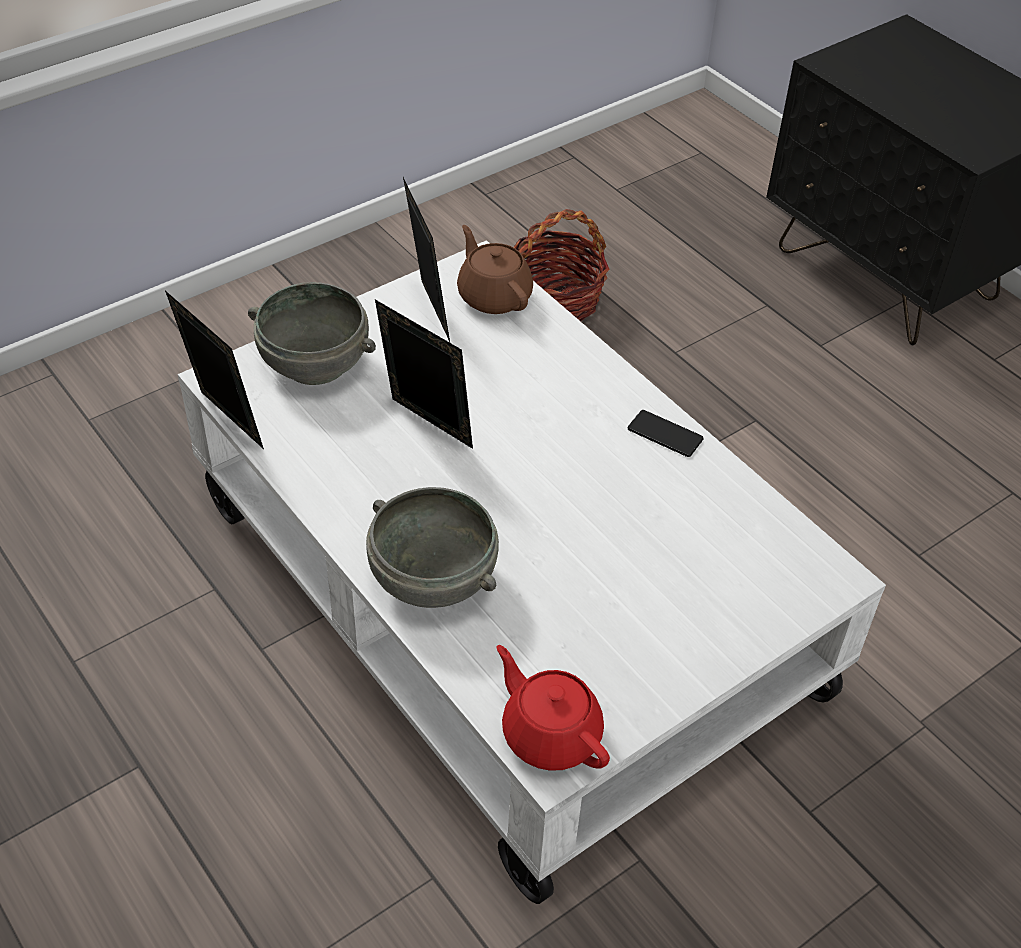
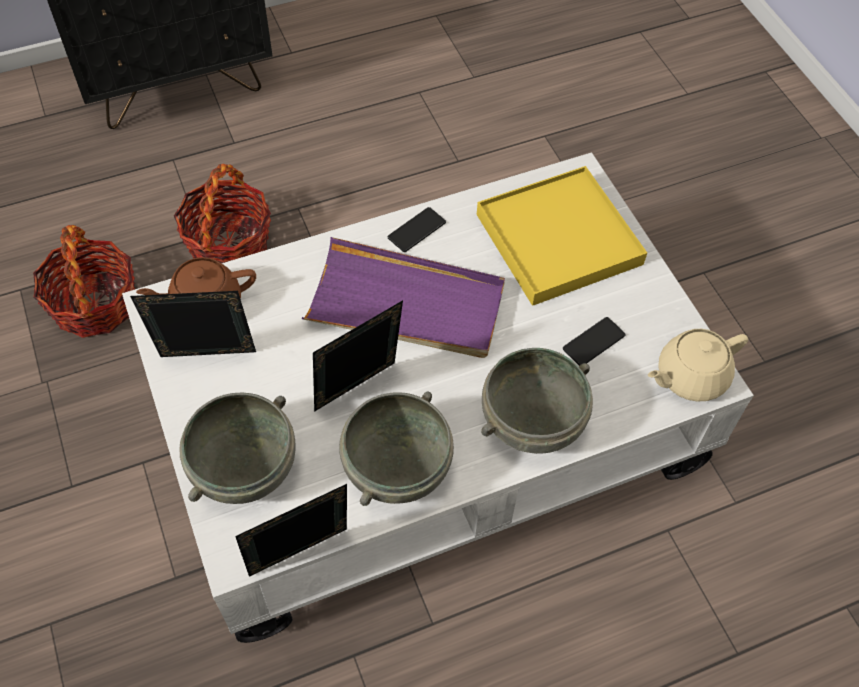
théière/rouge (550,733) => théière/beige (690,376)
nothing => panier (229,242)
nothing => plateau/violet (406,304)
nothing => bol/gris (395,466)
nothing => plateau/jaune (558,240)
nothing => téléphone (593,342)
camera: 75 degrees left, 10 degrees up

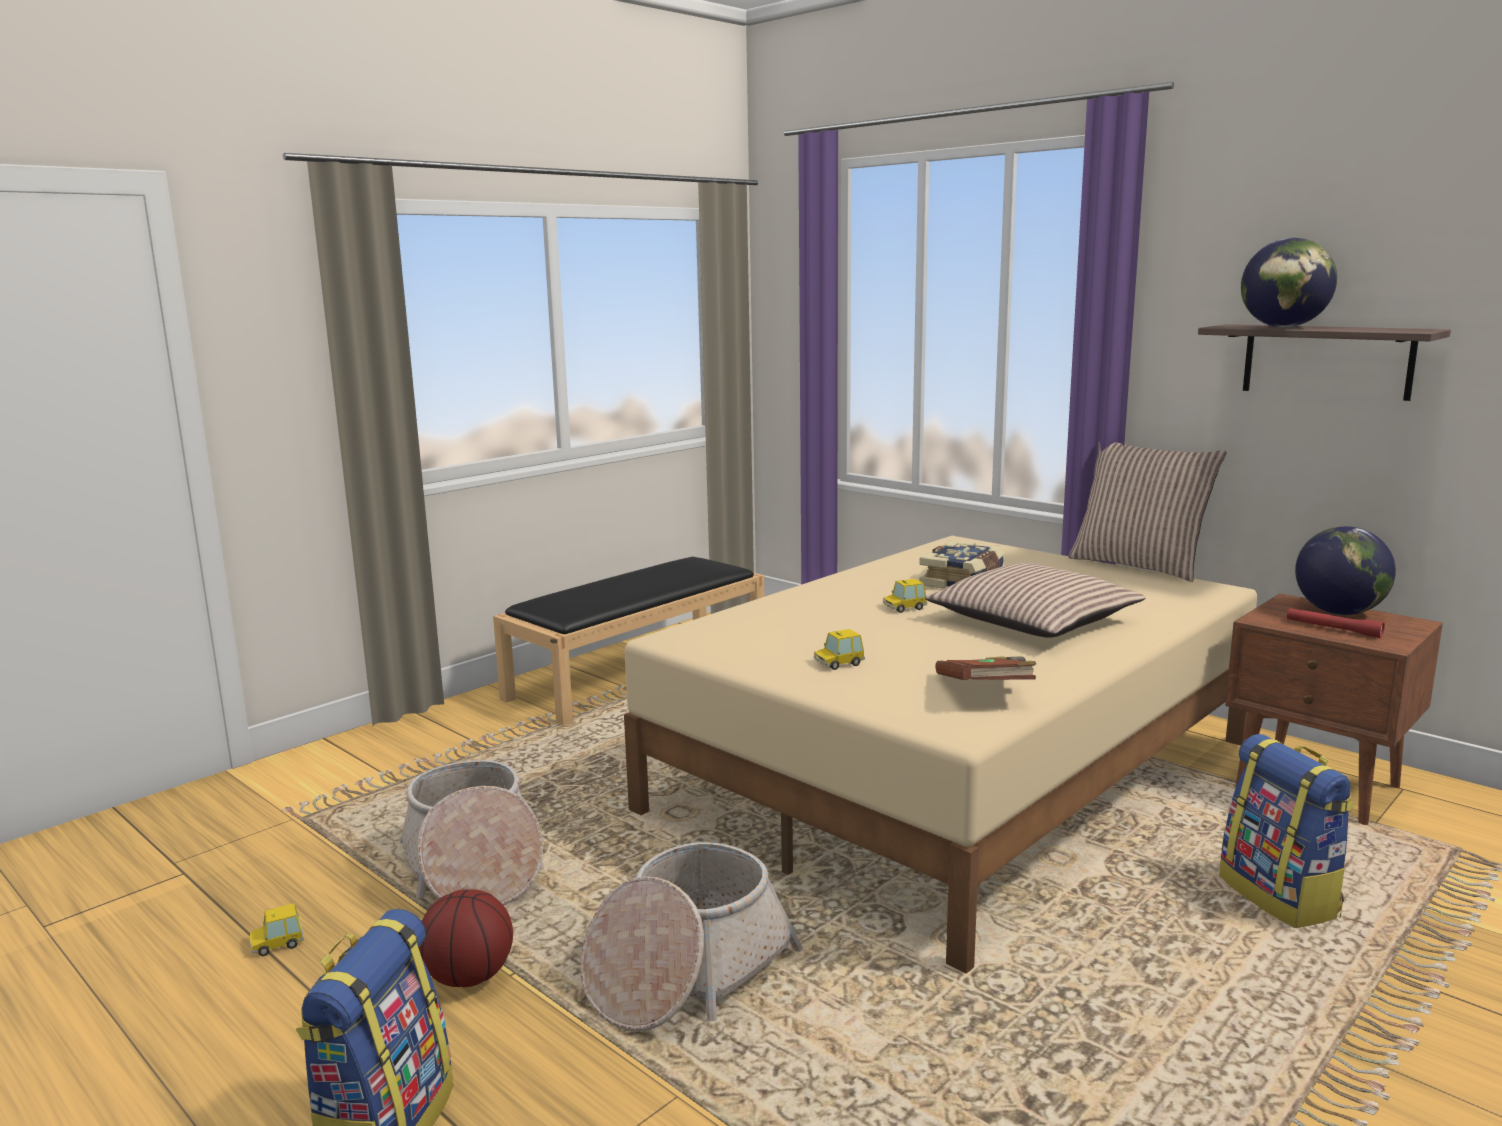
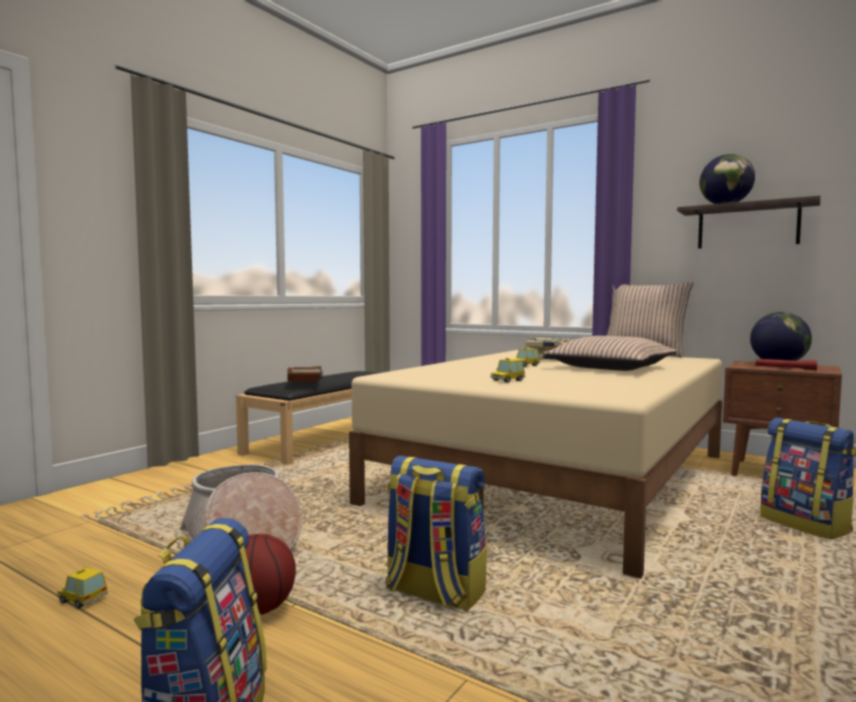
petite voiture (277,944) => petite voiture (82,599), 60 degrees clockwise
panier (686,971) => sac à dos (433,593)
livre/marron (985,691) => livre/marron (305,385), moved
camera: 10 degrees left, 10 degrees down

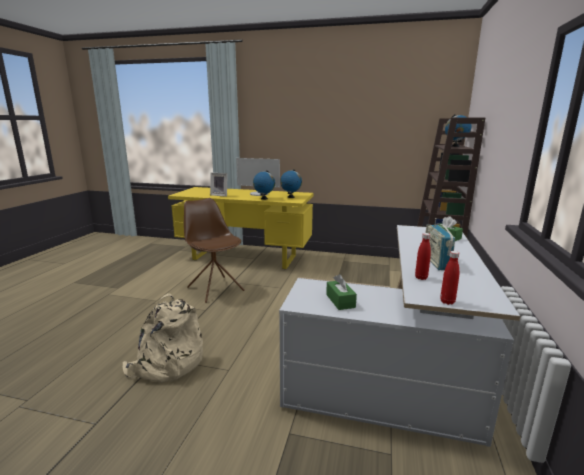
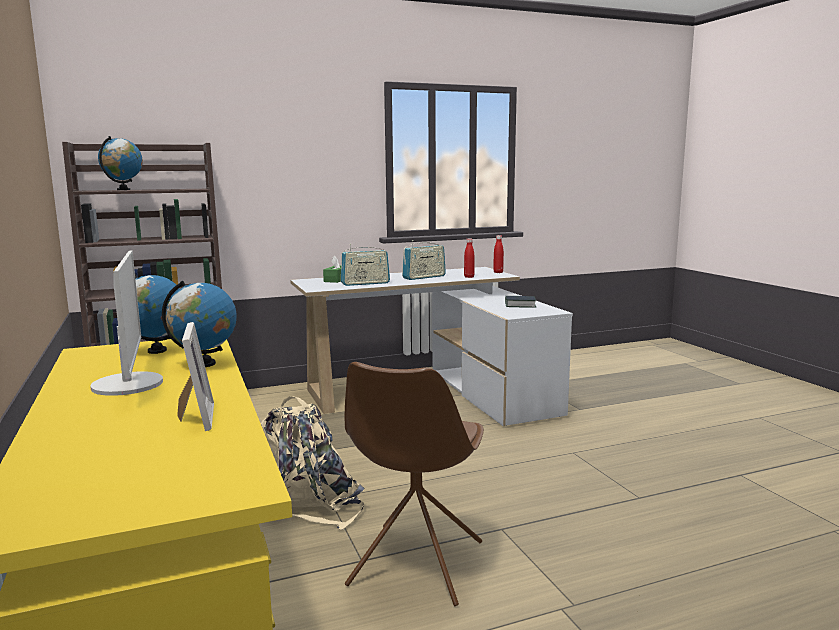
sac à dos/beige (167,364) => sac à dos/beige (310,502), moved
boîte à mouchoirs/vert (340,301) => livre (520,305)
nothing => radio (365,283)
camera: 125 degrees left, 5 degrees down

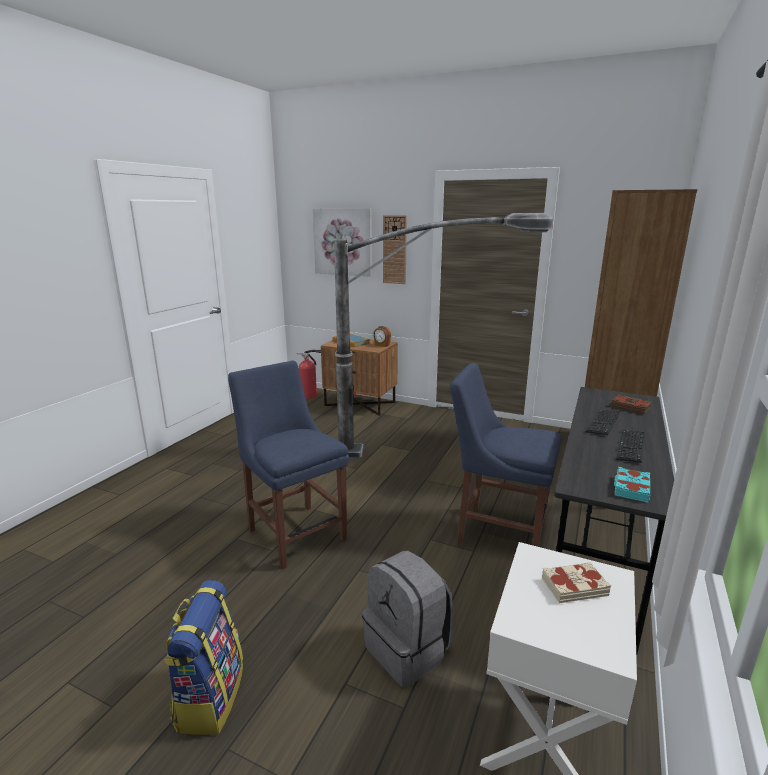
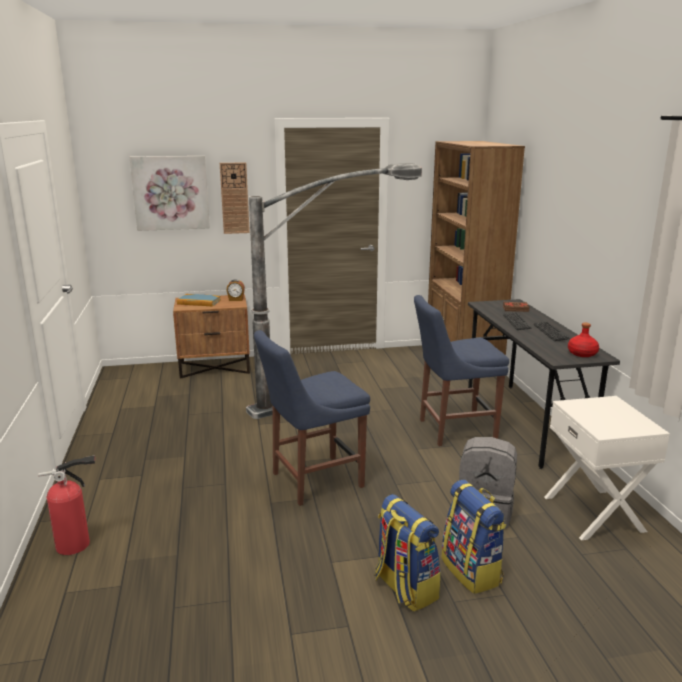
chaise/bleu (295,532) => chaise/bleu (312,480), 45 degrees counterclockwise
extincteur (310,396) => extincteur (77,544), moved
livre/beige (573,586) => nothing
livre/turquoise (631,488) => bouteille/rouge (582,353)
nothing => sac à dos (472,571)
camera: 35 degrees left, 0 degrees up

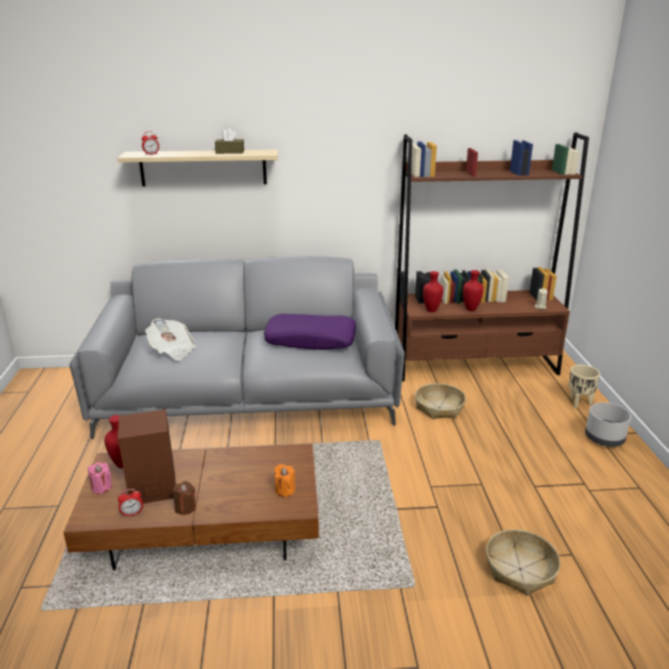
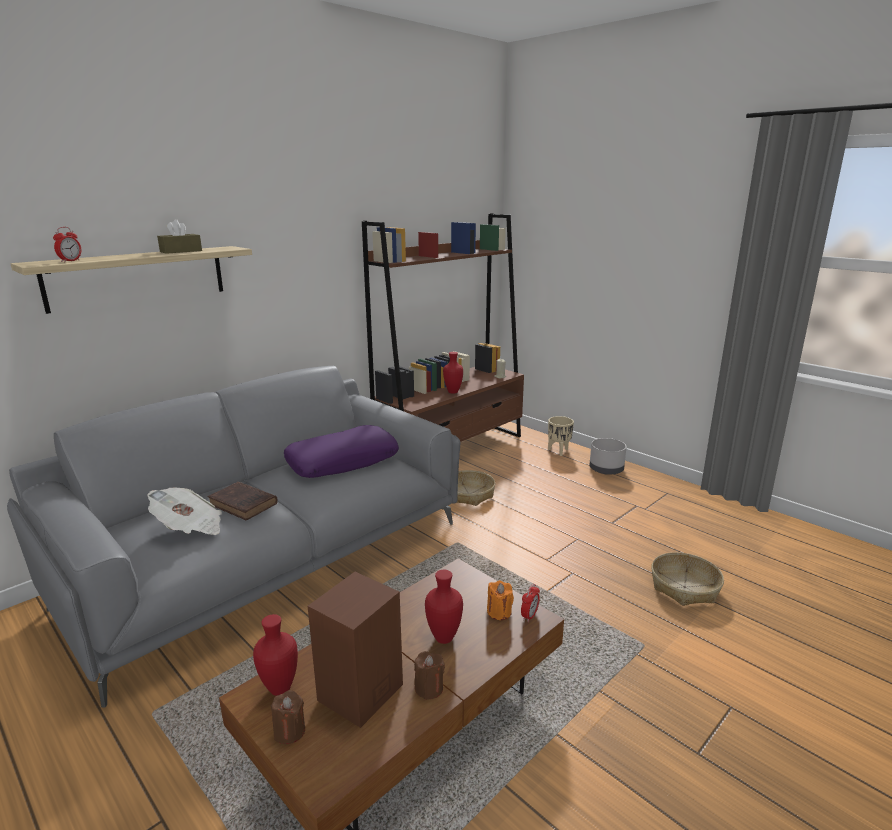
bougie/rose (101,487) => bougie/marron (289,731)
réveil (132,514) => réveil (529,616), moved
vase/rouge (431,310) => vase/rouge (443,637), moved
nothing => livre/marron (244,504)
camera: 40 degrees left, 5 degrees down

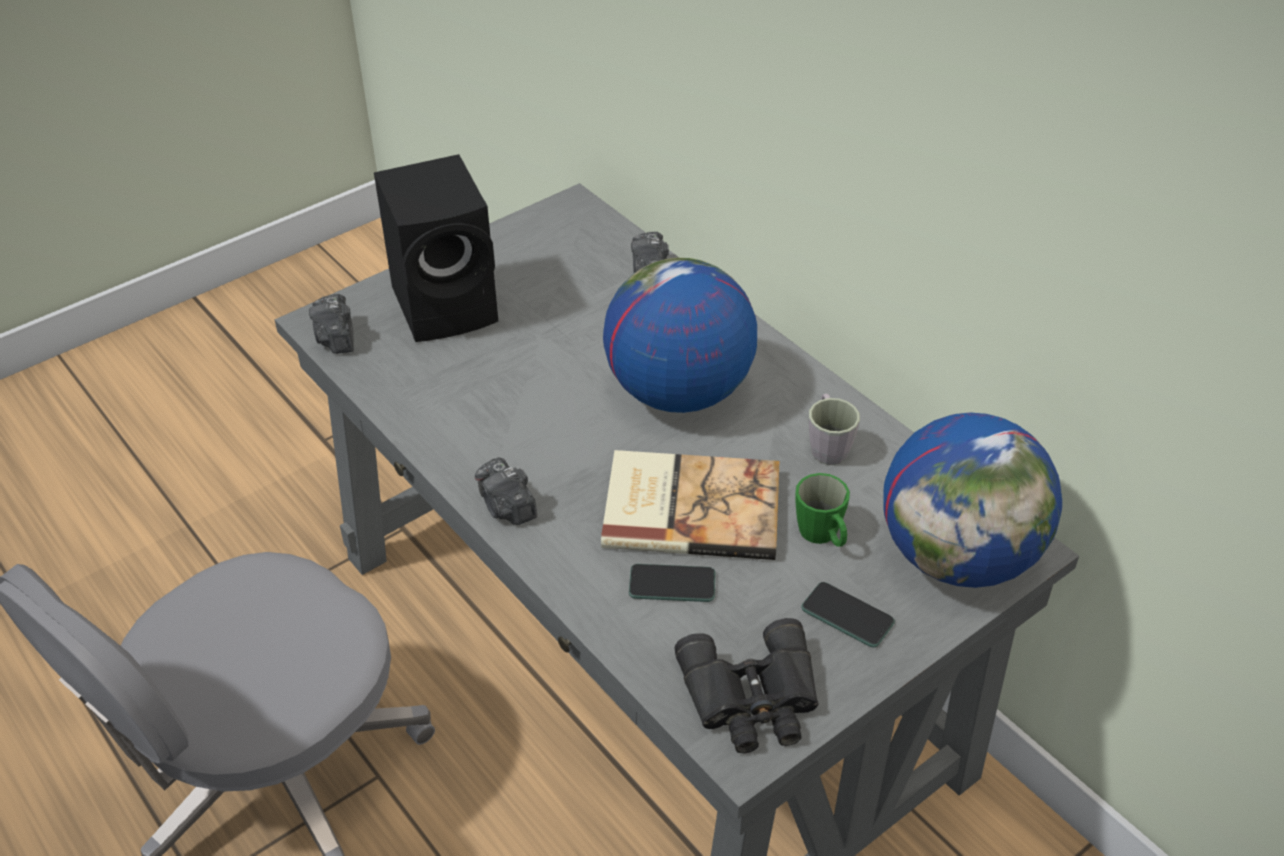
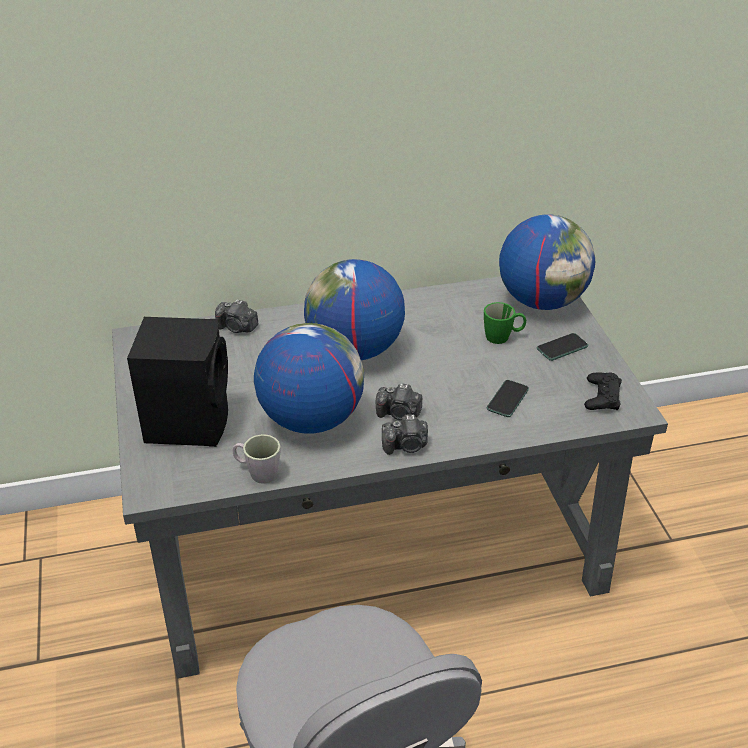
appareil photo (336,338) => appareil photo (399,414), moved
livre (690,507) => nothing
jumelles/noir (752,699) => manette/noir (602,396)
mug/gris (827,445) => mug/gris (257,472), moved
nothing => globe (310,419)
camera: 65 degrees left, 5 degrees down

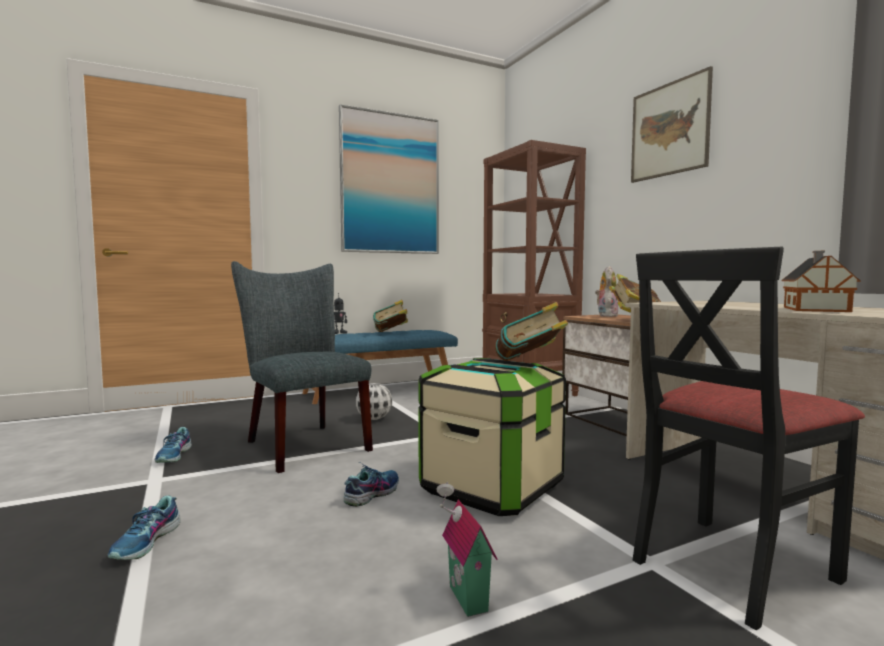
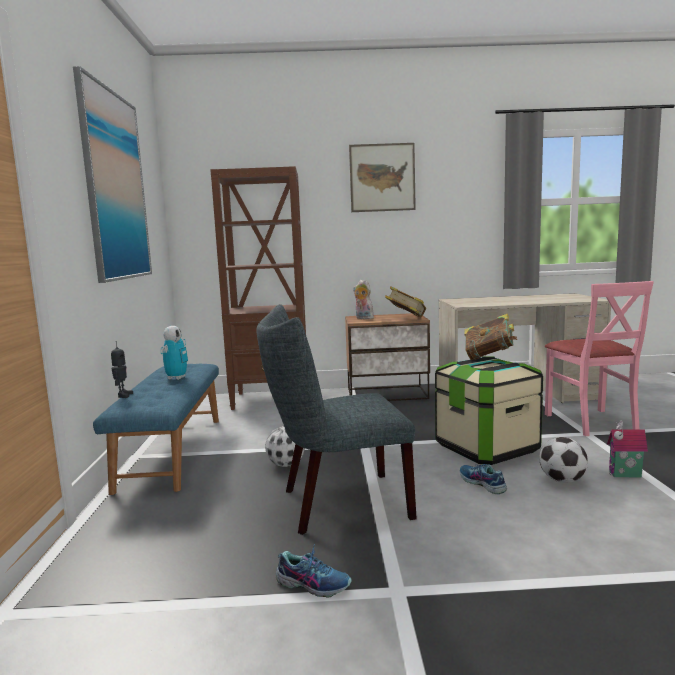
chaussure (147,542) => nothing
livre (391,333) => robot jouet (176,378)
chaise/noir (730,567) => chaise/rose (591,422)
maison miniature (815,309) => nothing
nothing => ballon de foot (562,480)
camera: 65 degrees left, 5 degrees up

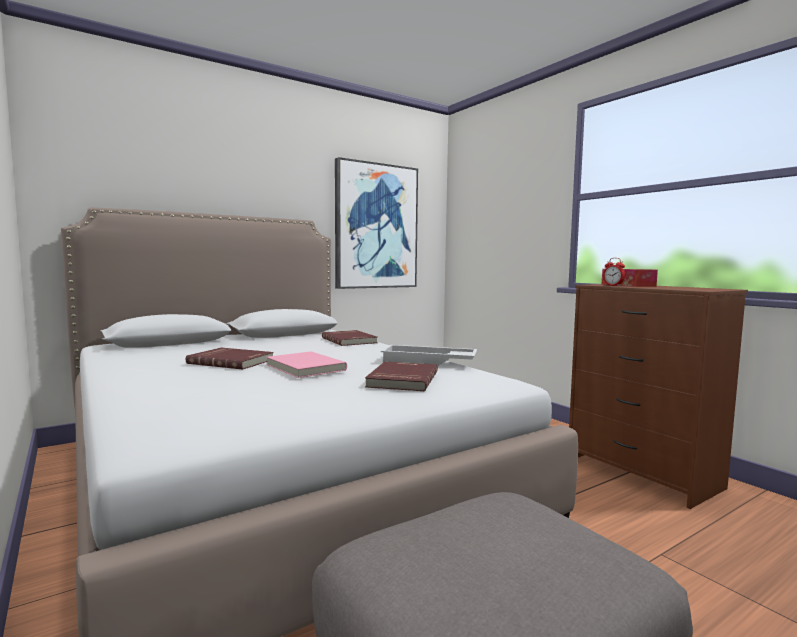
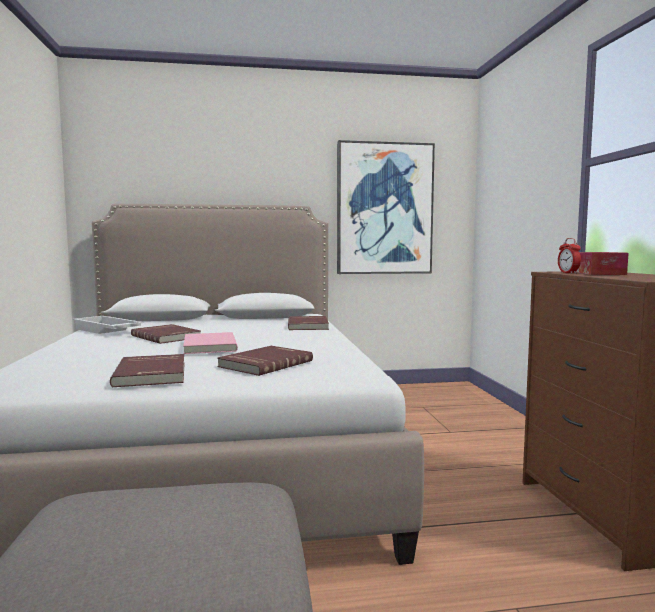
plateau/blanc (428,362) => plateau/blanc (106,331), moved
nothing => livre/rouge (153,374)
camera: 25 degrees right, 0 degrees up

